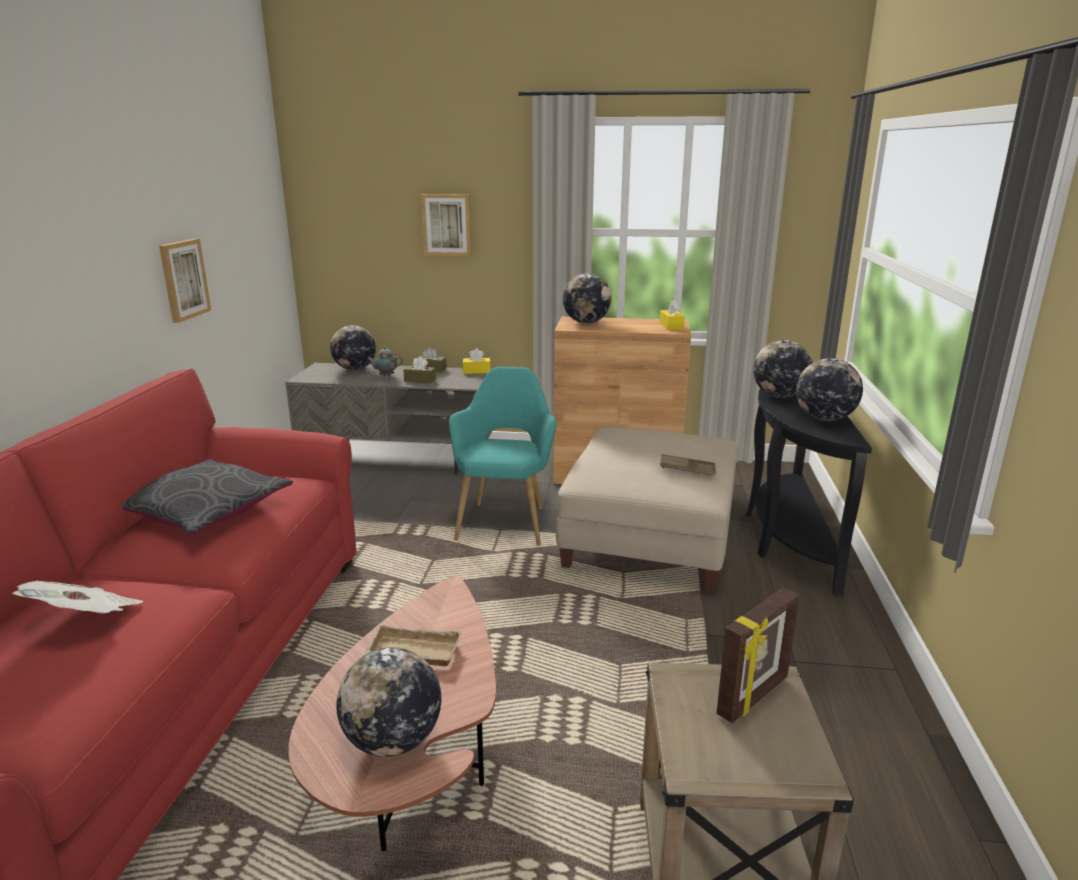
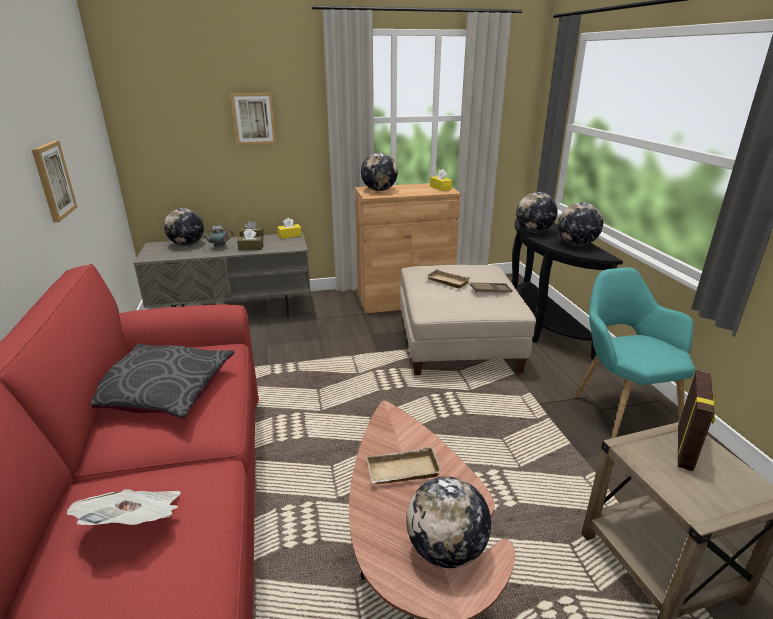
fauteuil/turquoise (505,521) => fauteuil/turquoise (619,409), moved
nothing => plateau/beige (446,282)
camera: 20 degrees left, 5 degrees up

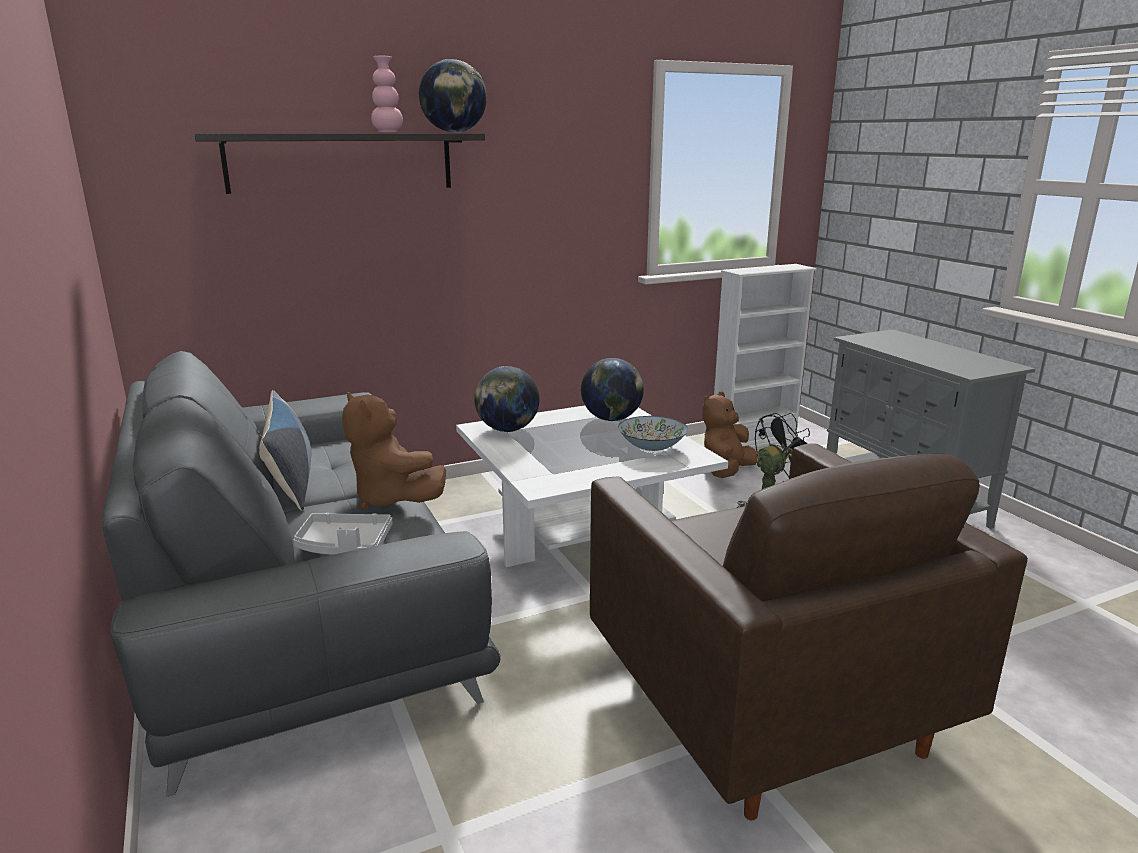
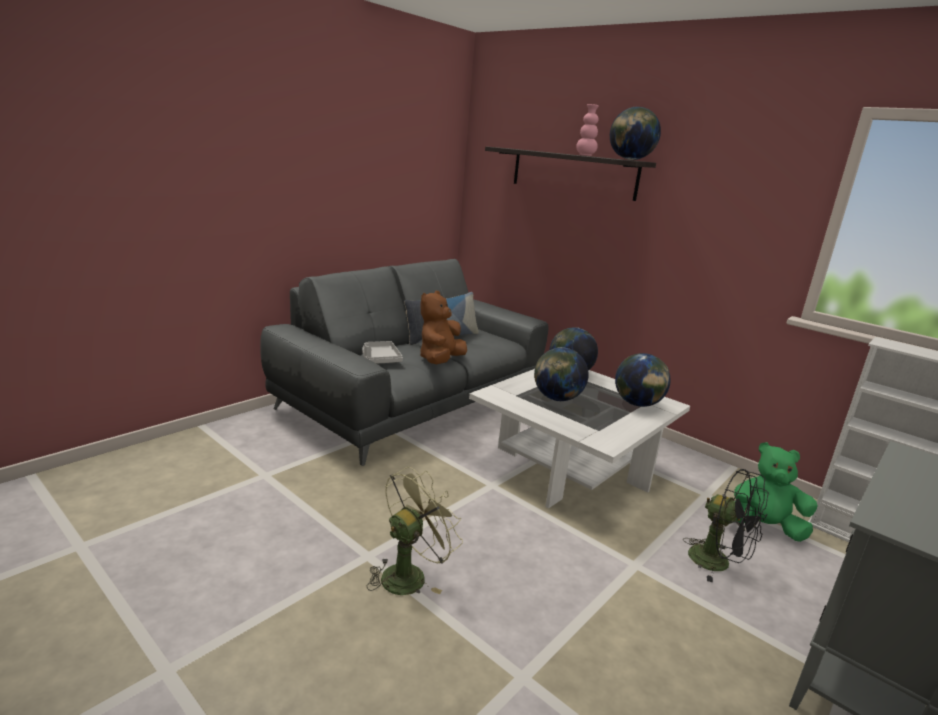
fauteuil/marron (764,704) => ventilateur/vert (409,574)
bol (652,447) => nothing
peluche/marron (725,472) => peluche/vert (763,527)
nothing => globe (557,399)
camera: 65 degrees right, 0 degrees up

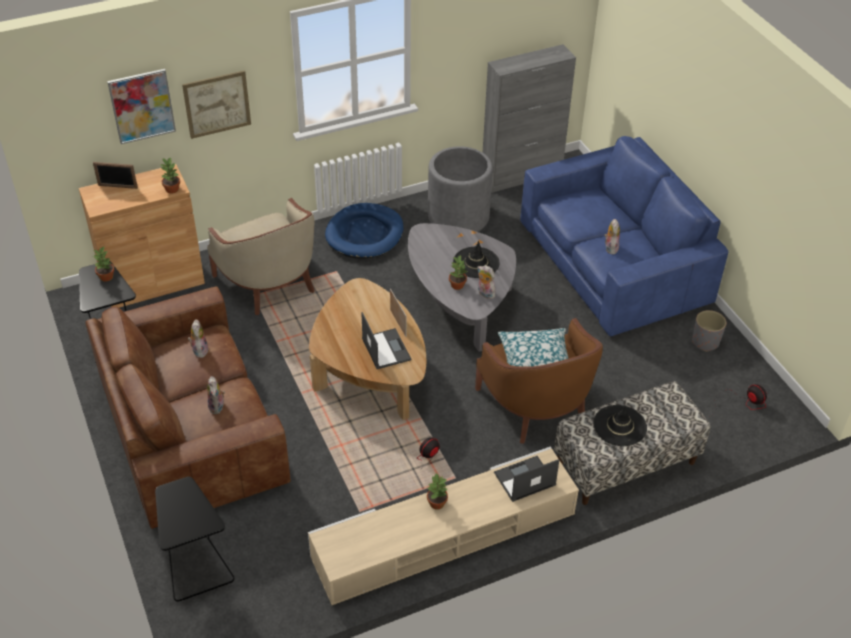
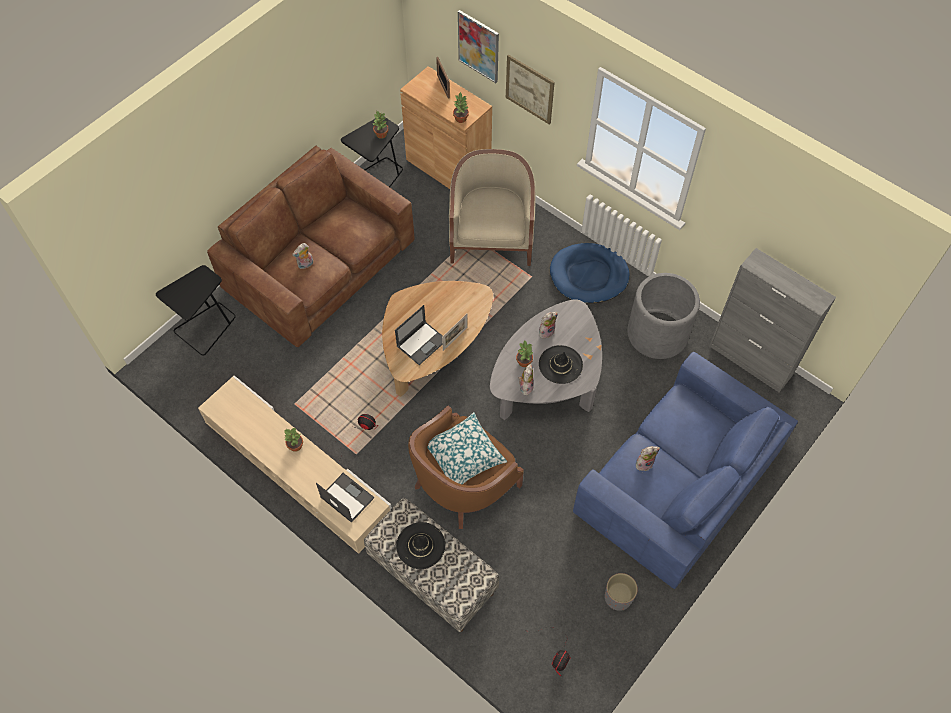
peluche (199,350) => peluche (546,331), moved
fauteuil/beige (268,282) => fauteuil/beige (491,238), 150 degrees clockwise
camera: 65 degrees right, 15 degrees up

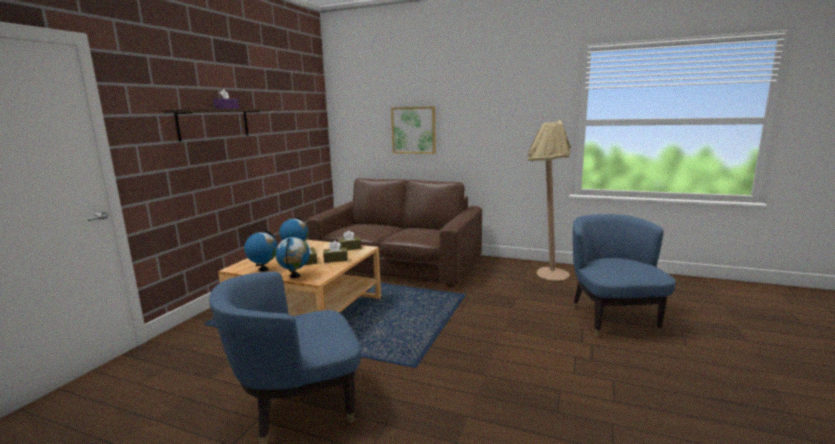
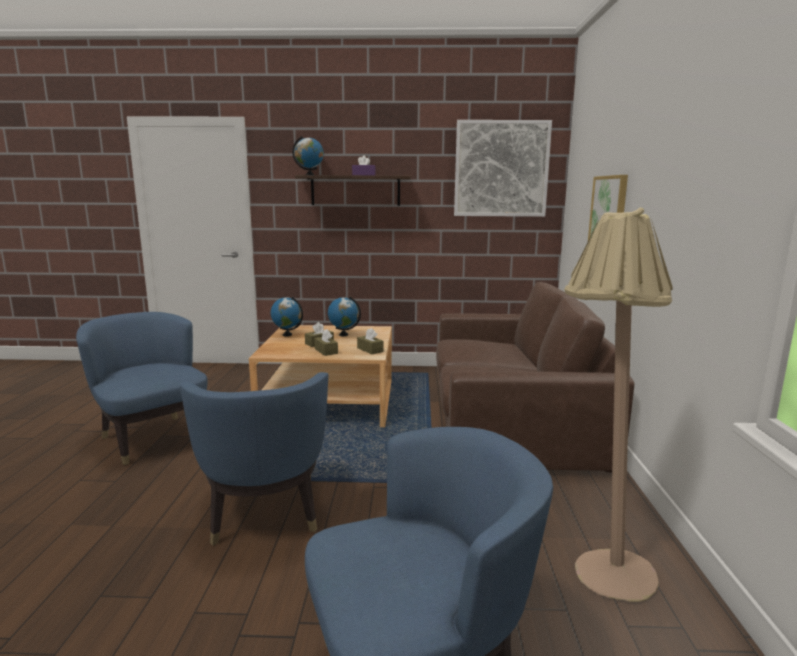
globe (295,276) => globe (309,175), moved
nothing => fauteuil/bleu (265,511)
nothing => tableau (501,169)
camera: 70 degrees right, 0 degrees up

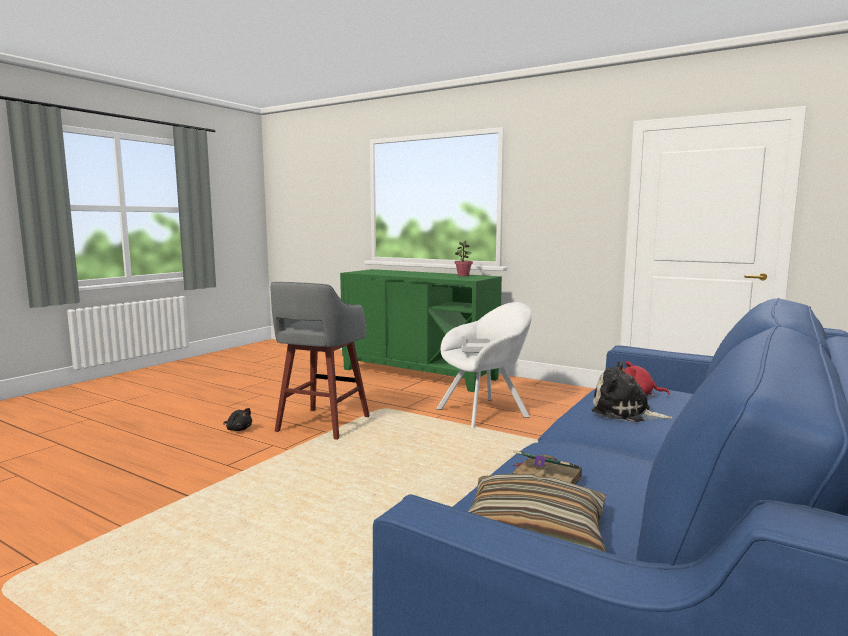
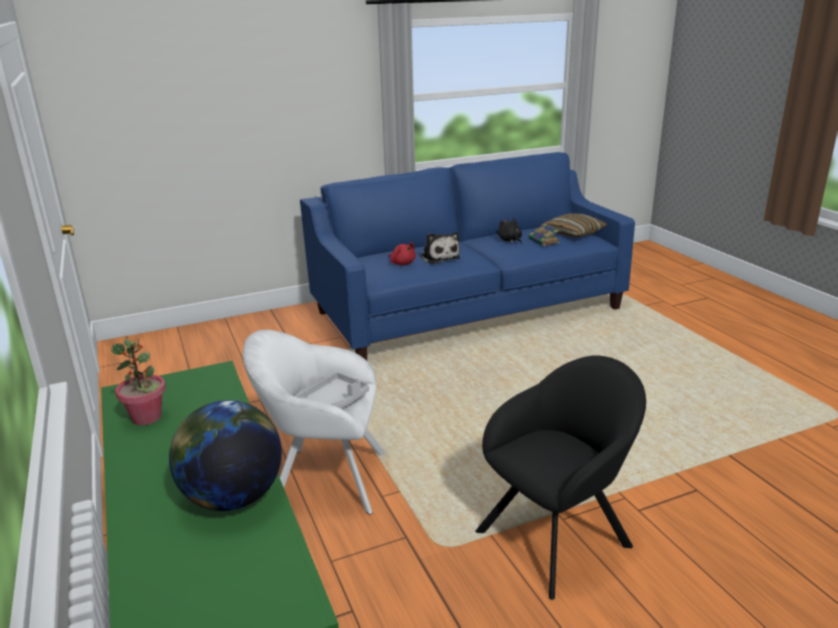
peluche/noir (238,429) => peluche/noir (510,240), moved
tabouret/gris (321,425) => fauteuil/noir (558,535)
nothing => globe (232,497)
camera: 145 degrees left, 15 degrees up

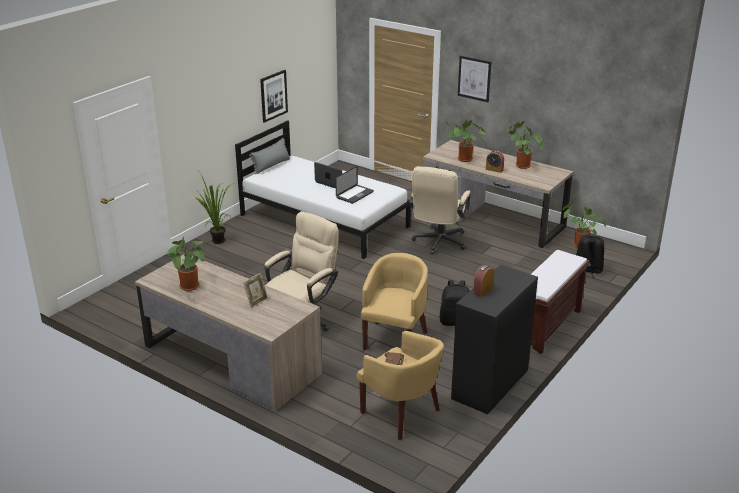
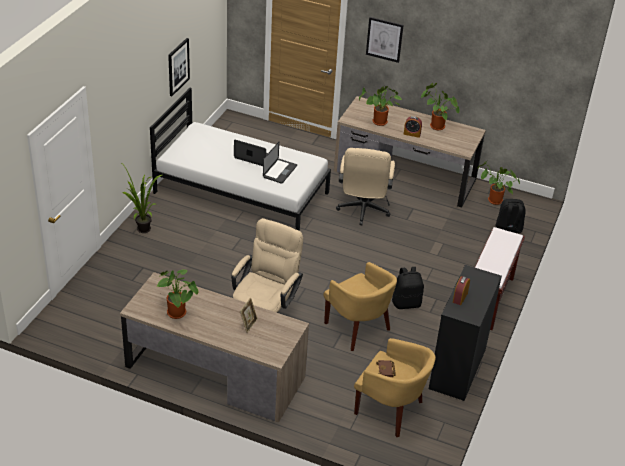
coussin/gris (271,166) => nothing
fauteuil/jaune (395,338) => fauteuil/jaune (358,329), 135 degrees clockwise
camera: 15 degrees left, 10 degrees up

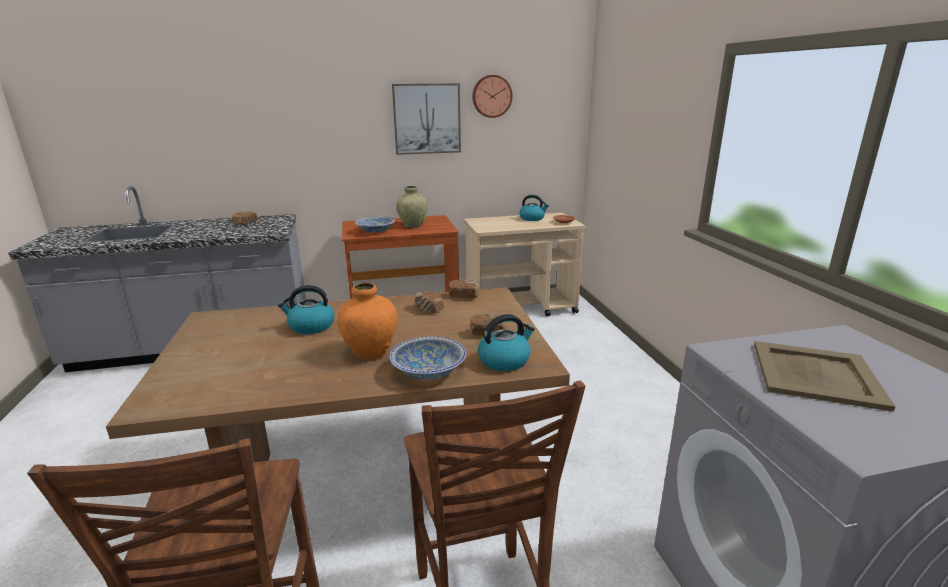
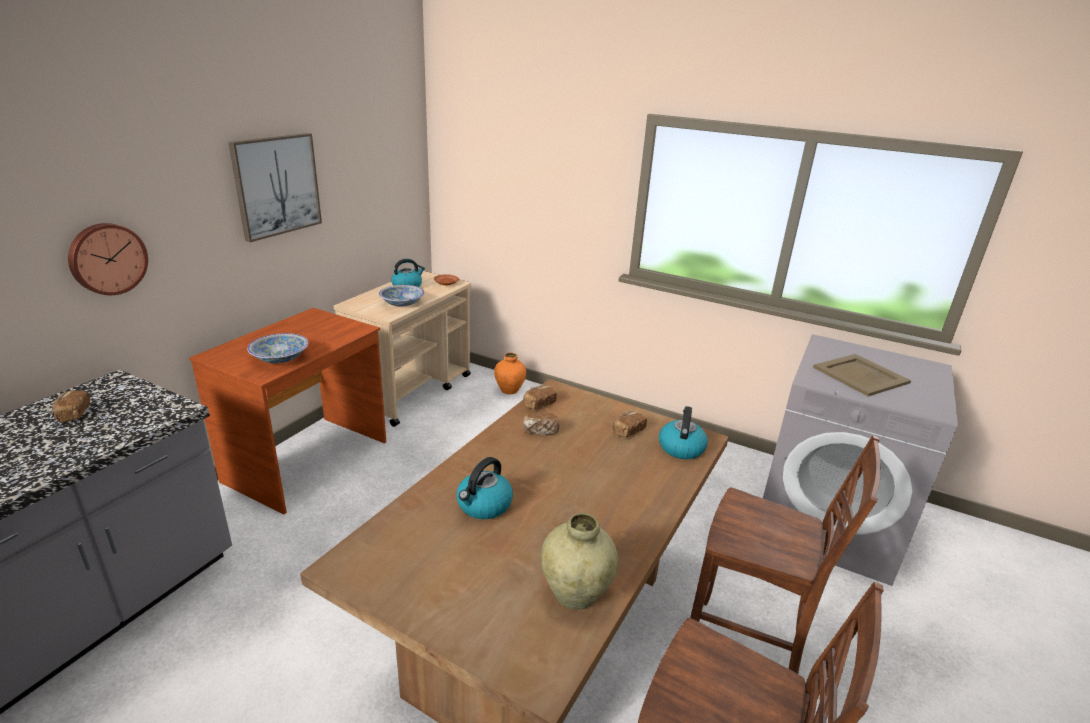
vase/orange (370,353) => vase/orange (509,390), moved
bol (428,371) => bol (402,303), moved
vase/beige (413,226) => vase/beige (575,594), moved
horloge murale (491,96) => horloge murale (107,258), moved
camera: 50 degrees left, 5 degrees up

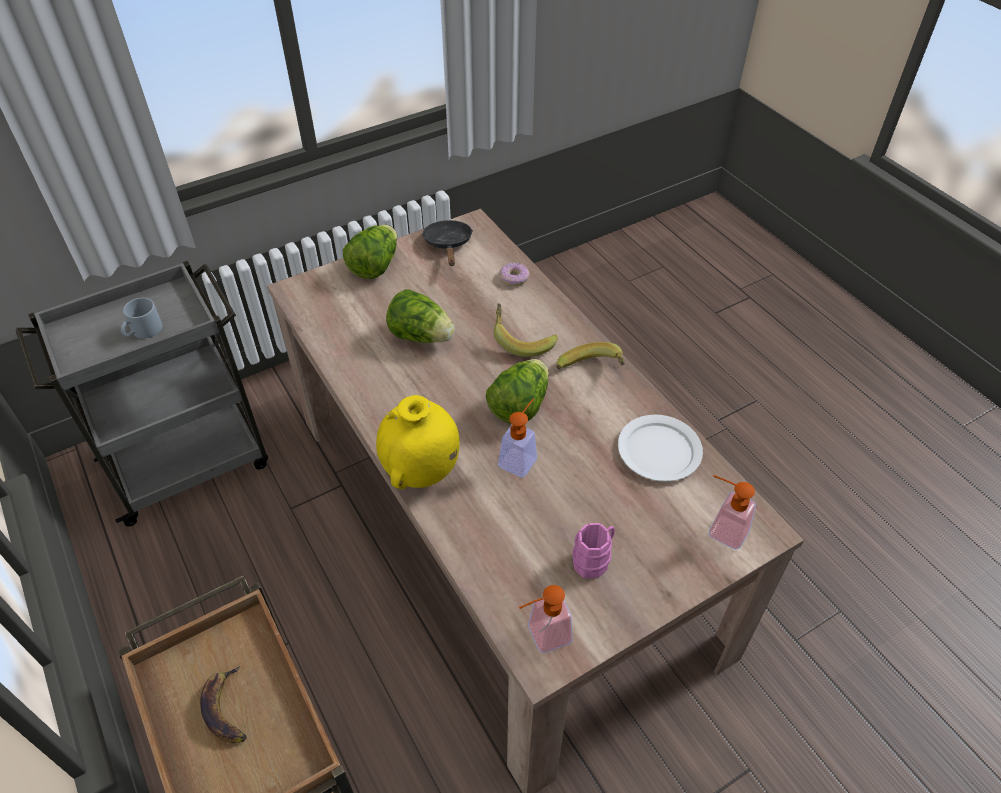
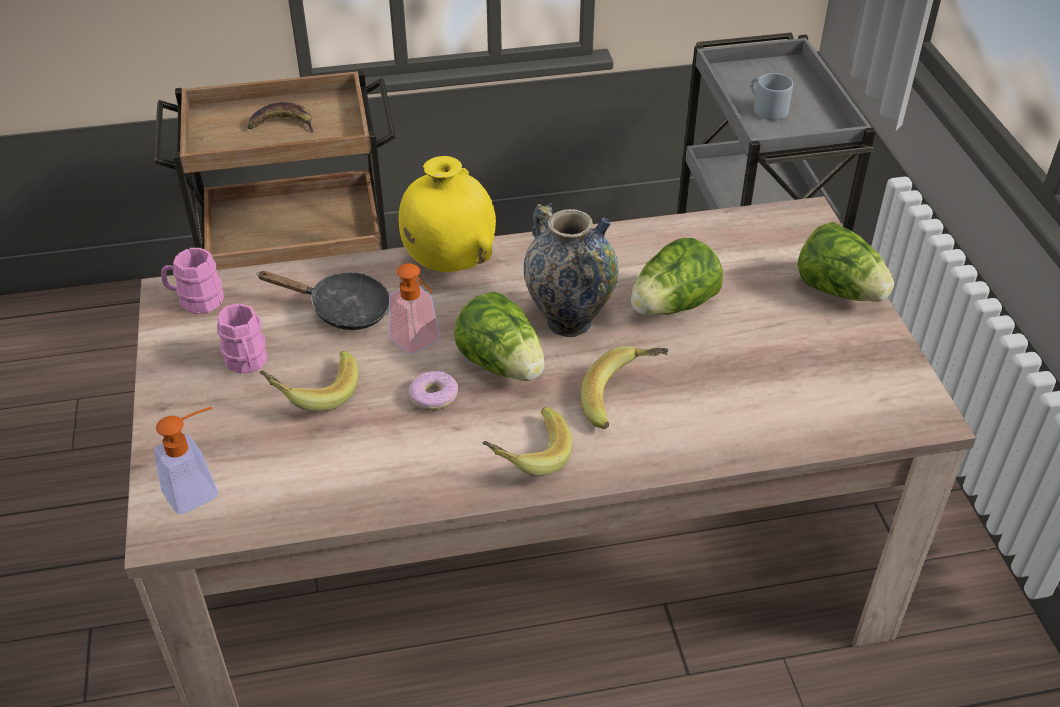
poêle/noir (448,244) => poêle/noir (342,309), moved
beignet (514,278) => beignet (433,396), moved
distributeur de savon (542,636) => mug/rose (196,301)
assiette/blanc (659,451) => nothing
nothing => banane (314,392)
nothing => vase (568,321)
camera: 110 degrees right, 5 degrees down

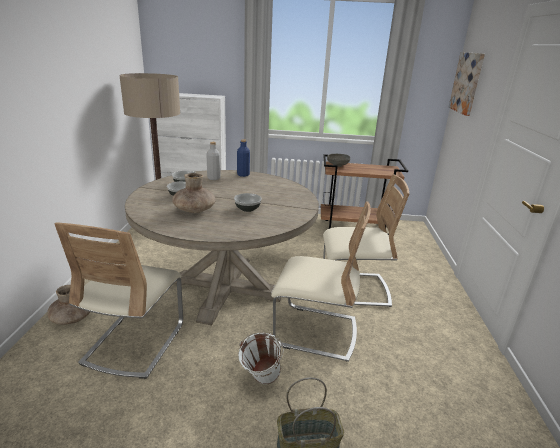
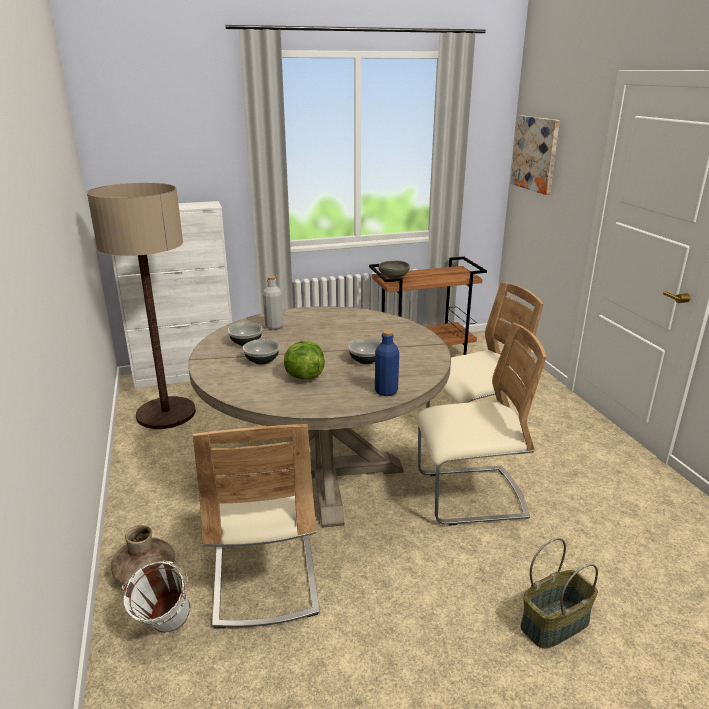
vase/marron (194,210) => laitue (304,376)
bouteille/bleu (243,175) => bouteille/bleu (386,391), moved
seau/blanc (260,381) => seau/blanc (164,630), moved
camera: 20 degrees left, 0 degrees up

